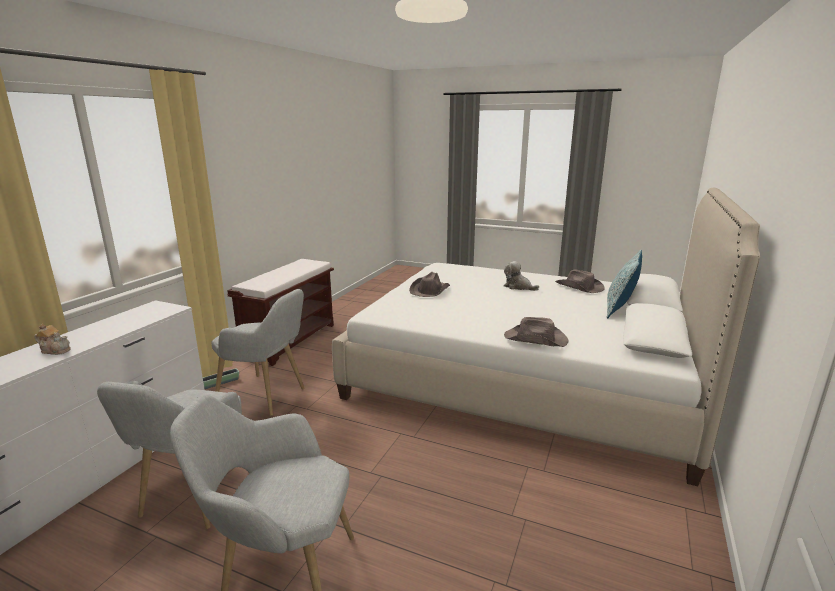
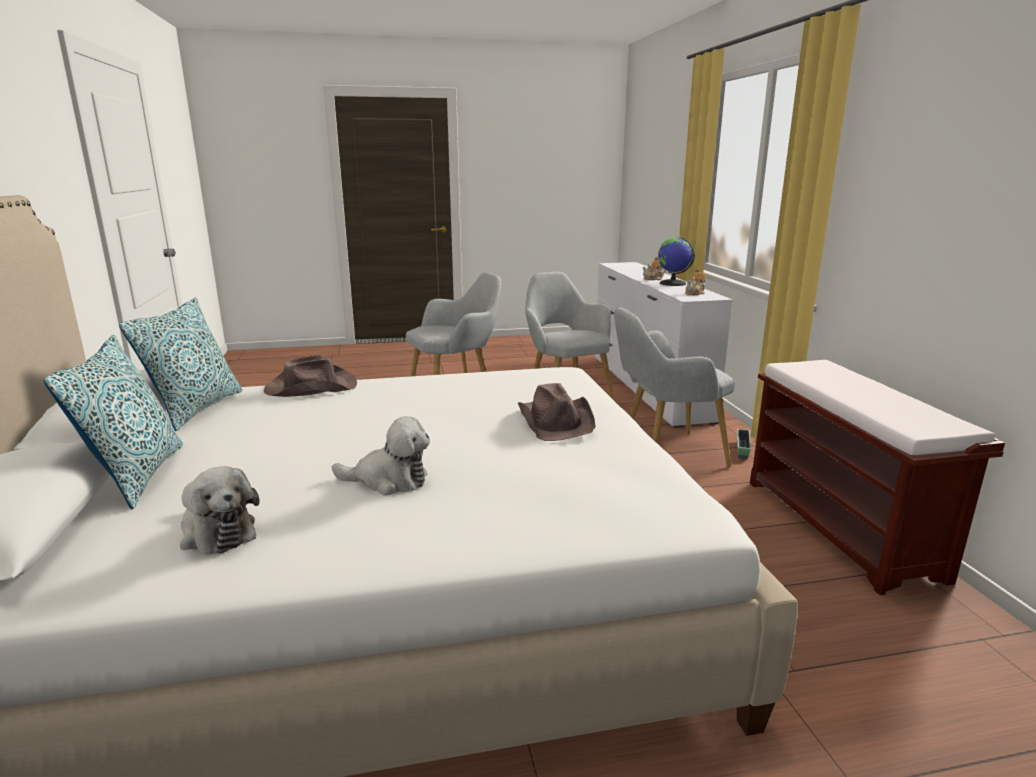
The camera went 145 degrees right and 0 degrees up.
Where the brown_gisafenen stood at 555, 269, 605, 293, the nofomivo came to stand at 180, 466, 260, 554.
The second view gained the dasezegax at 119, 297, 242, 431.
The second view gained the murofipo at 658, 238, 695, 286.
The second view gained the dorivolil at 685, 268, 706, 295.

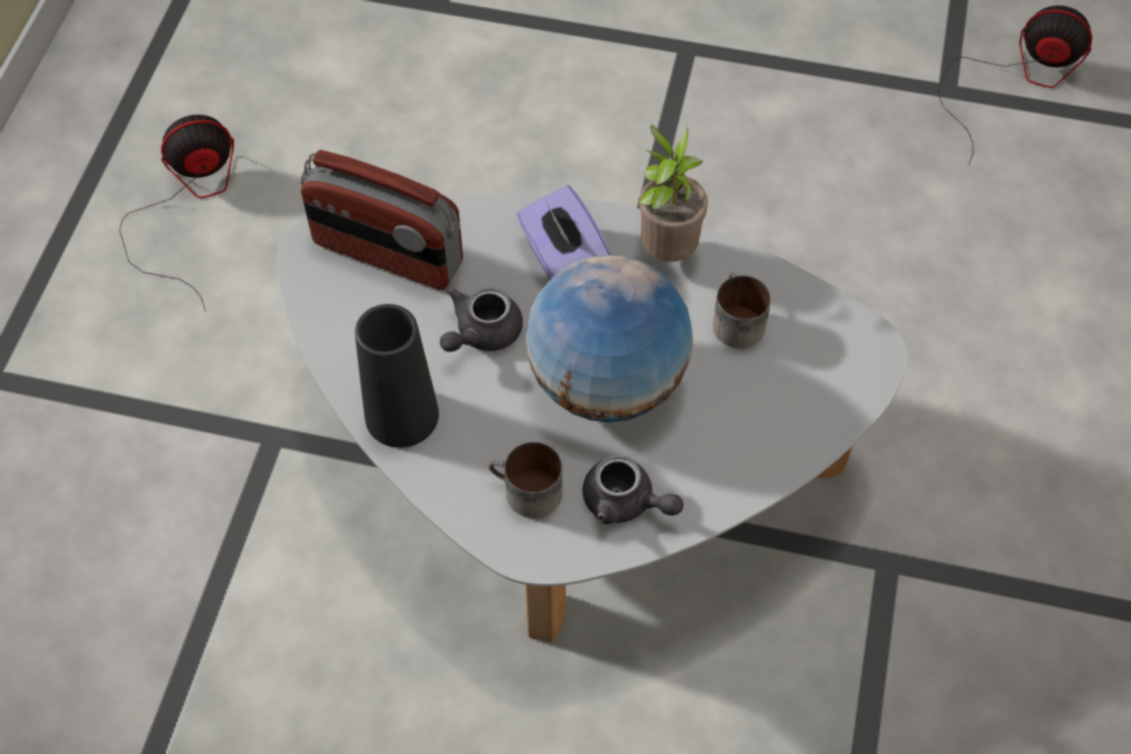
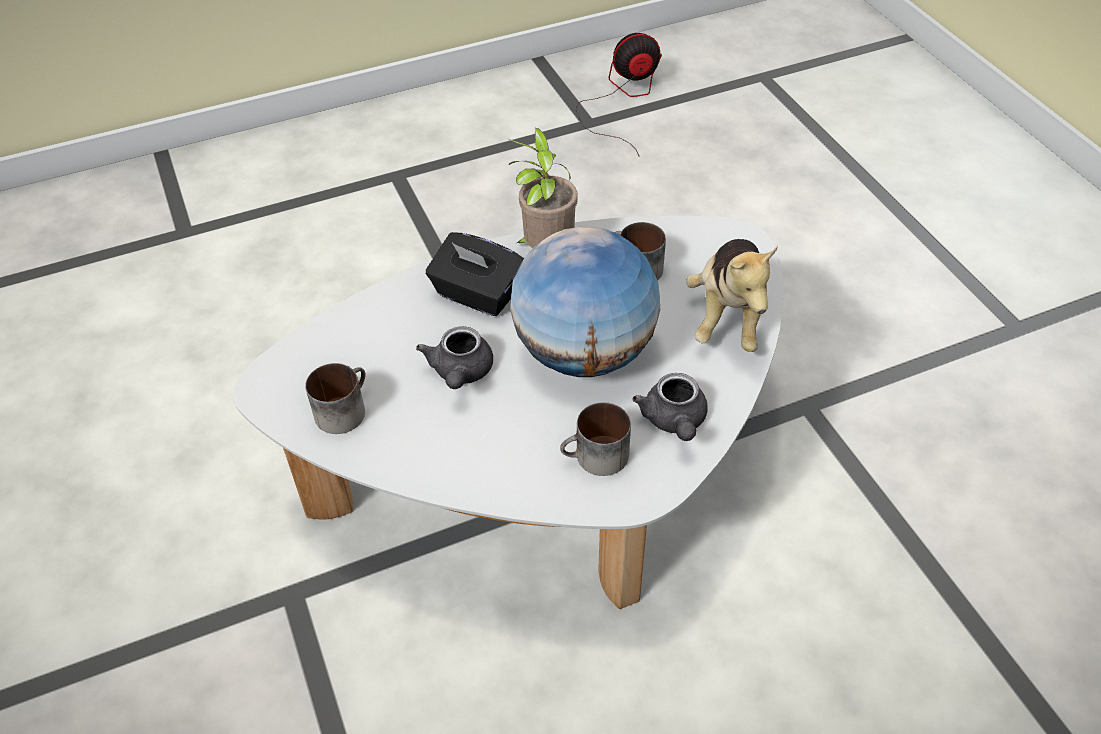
The camera went 35 degrees left and 10 degrees down.
The second view lost the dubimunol at 119, 115, 234, 312.
The second view lost the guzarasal at 301, 150, 463, 290.
The second view lost the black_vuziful at 355, 304, 439, 448.
What was the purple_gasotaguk at 517, 185, 611, 280 turned into the black_gasotaguk at 426, 232, 524, 316.
The grey_dorivolil at 583, 455, 684, 524 ended up facing another way, 90 degrees clockwise from before.
The second view gained the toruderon at 305, 363, 365, 434.
The second view gained the nofomivo at 686, 239, 778, 352.

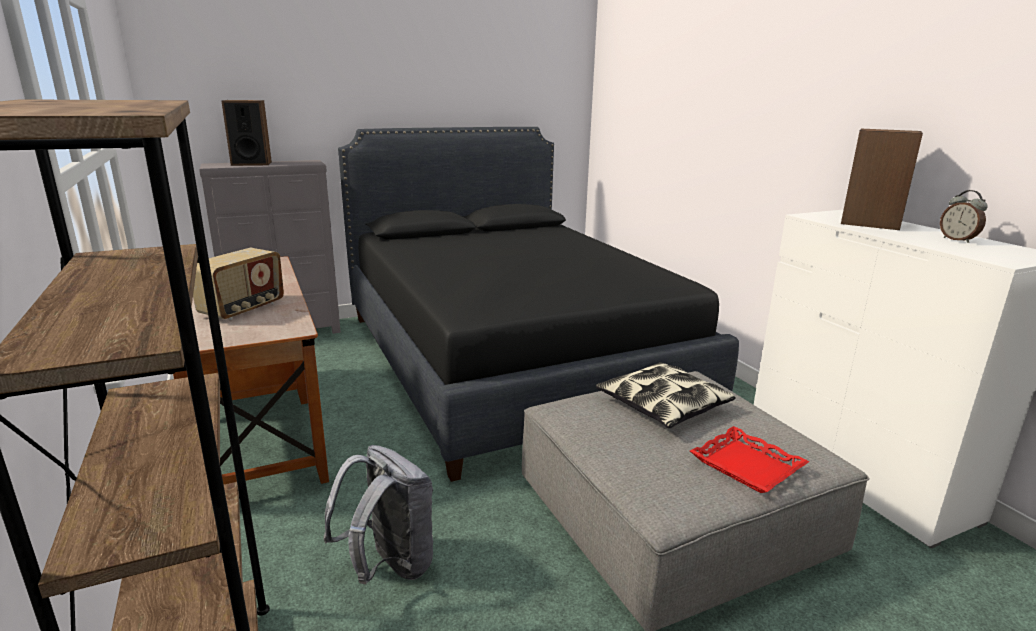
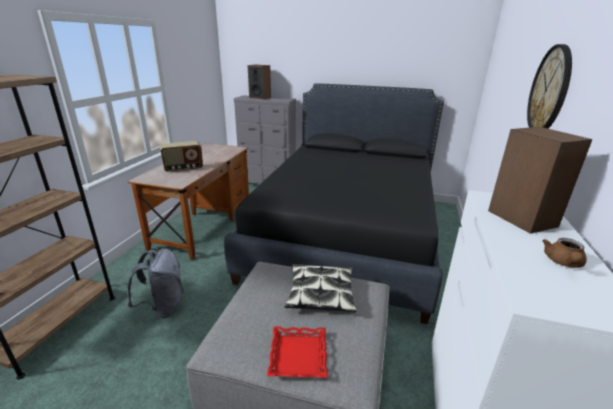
The camera went 40 degrees right and 5 degrees up.
Where the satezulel stood at 940, 190, 988, 243, the brown_dorivolil came to stand at 542, 238, 587, 268.
The second view gained the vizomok at 527, 44, 572, 129.

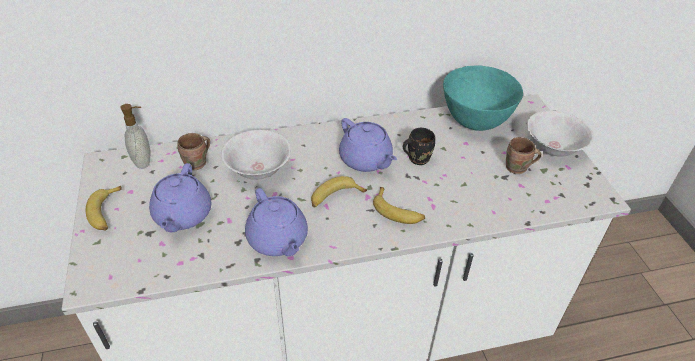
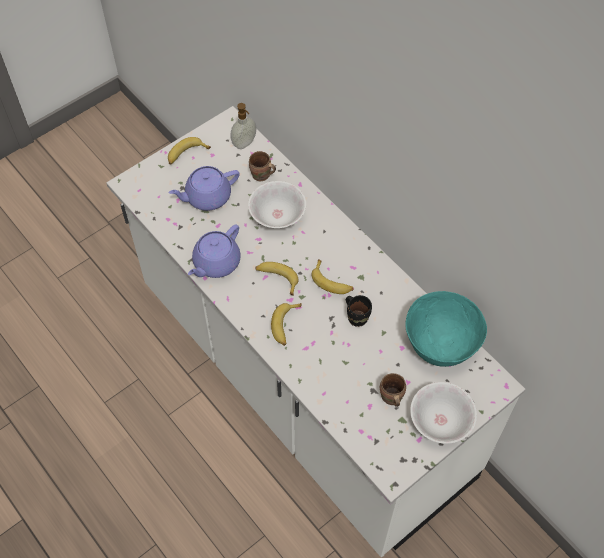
The camera went 65 degrees right and 15 degrees up.
Where the purple_dorivolil stood at 339, 118, 397, 172, the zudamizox came to stand at 311, 259, 354, 294.

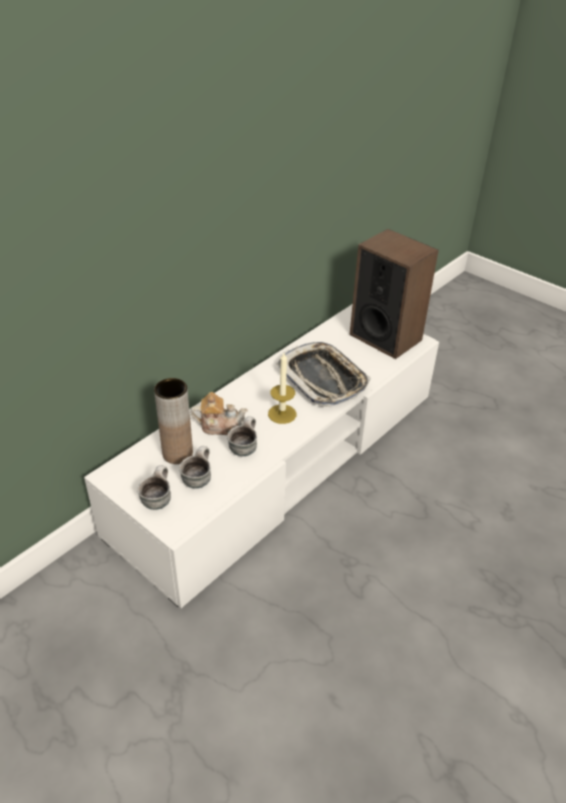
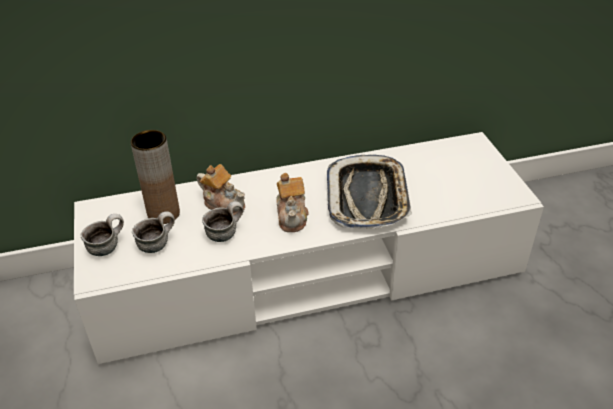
The camera went 35 degrees right and 0 degrees up.
Where the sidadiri stood at 268, 353, 296, 424, the dorivolil came to stand at 276, 173, 309, 232.
The second view lost the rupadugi at 350, 229, 439, 359.

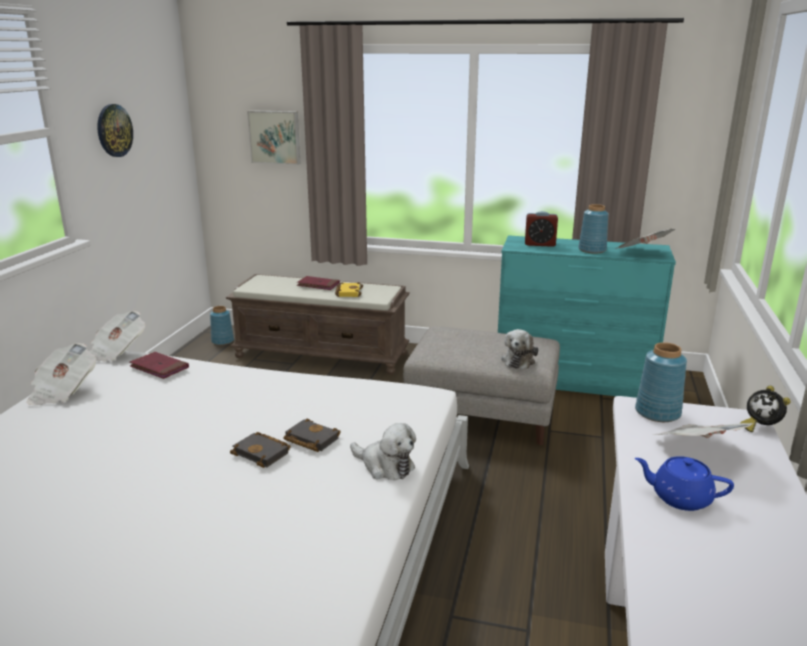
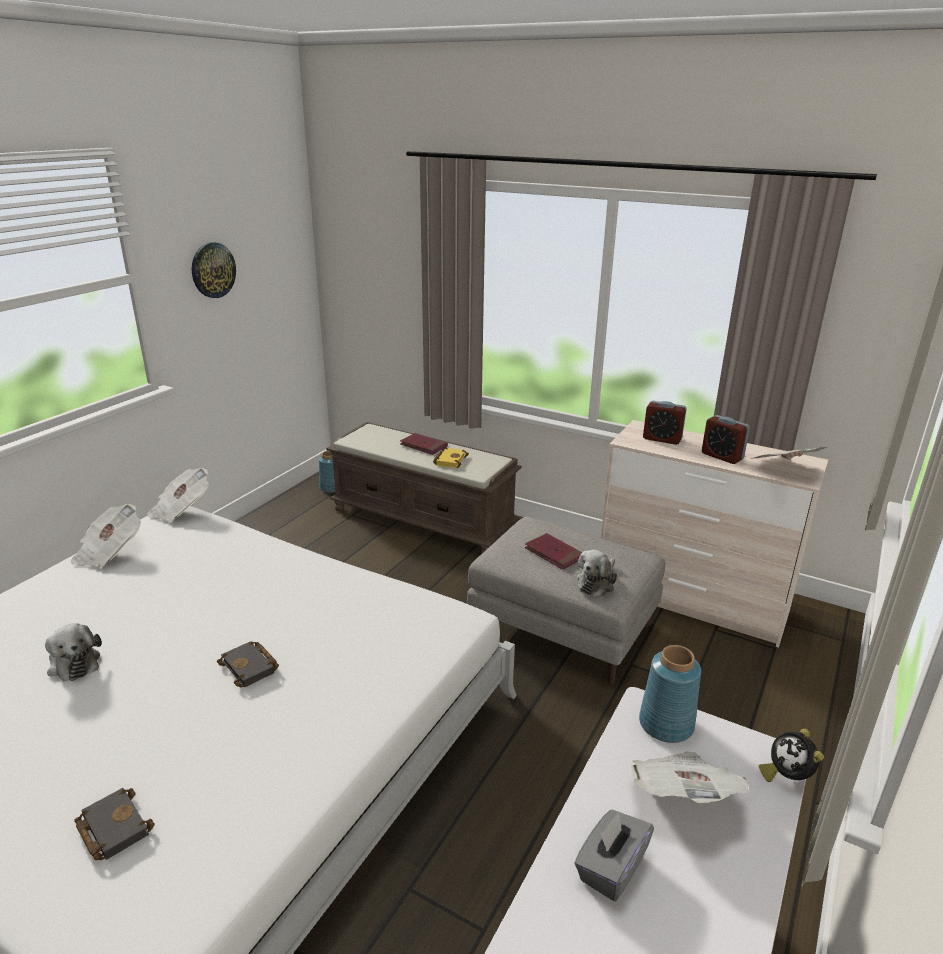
The camera went 15 degrees right and 5 degrees up.
The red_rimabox ended up elsewhere, having gone from 130, 352, 189, 379 to 525, 533, 582, 570.
The second view lost the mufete at 247, 110, 301, 165.
The black_rimabox ended up elsewhere, having gone from 283, 419, 341, 452 to 74, 788, 155, 860.
The nofomivo ended up elsewhere, having gone from 350, 423, 416, 480 to 45, 623, 102, 681.
What was the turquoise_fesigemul at 498, 235, 676, 398 turned into the beige_fesigemul at 601, 420, 828, 648.
Where the blue_vuziful stood at 578, 204, 609, 254, the satezulel came to stand at 702, 415, 750, 464.
Where the blue_dorivolil stood at 635, 456, 734, 511, the grey_gasotaguk came to stand at 574, 810, 654, 901.

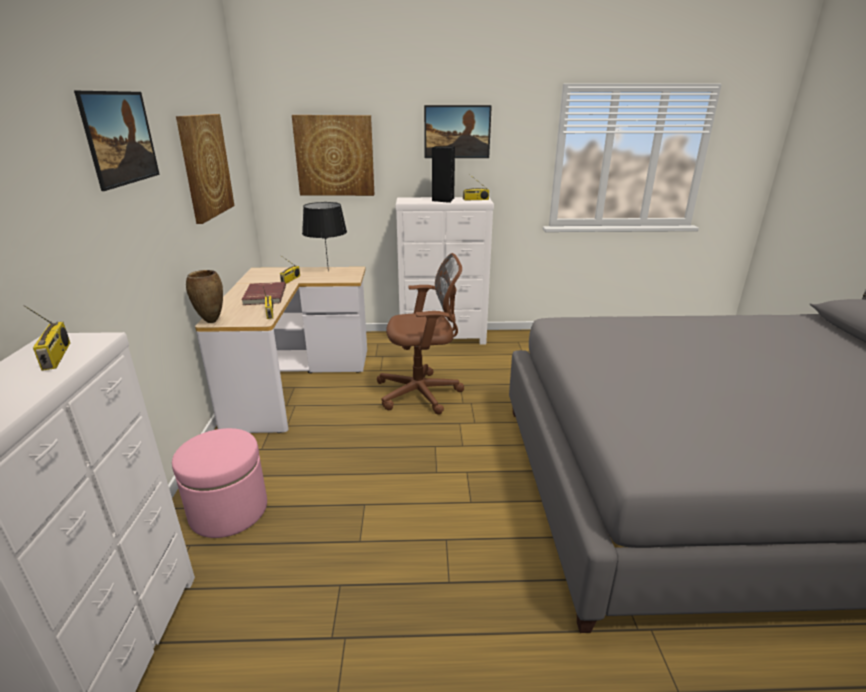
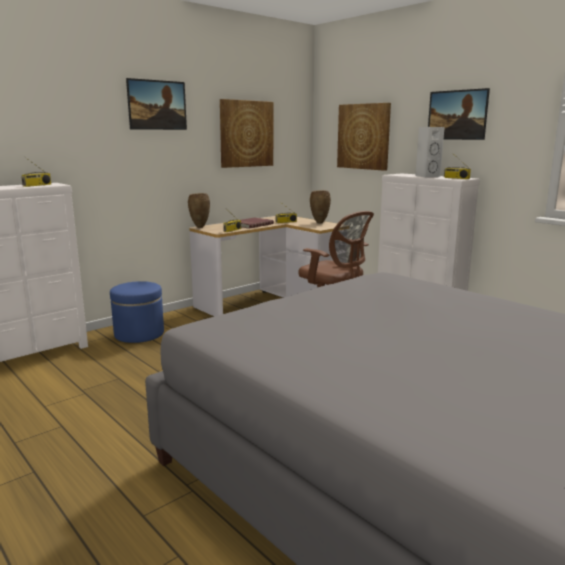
The camera went 50 degrees right and 10 degrees down.
What was the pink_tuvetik at 172, 428, 267, 538 turned into the blue_tuvetik at 110, 281, 164, 343.
Where the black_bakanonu stood at 302, 202, 347, 271, the brown_vuziful came to stand at 310, 190, 331, 223.
What was the black_rupadugi at 432, 146, 455, 203 turned into the white_rupadugi at 415, 127, 445, 178.

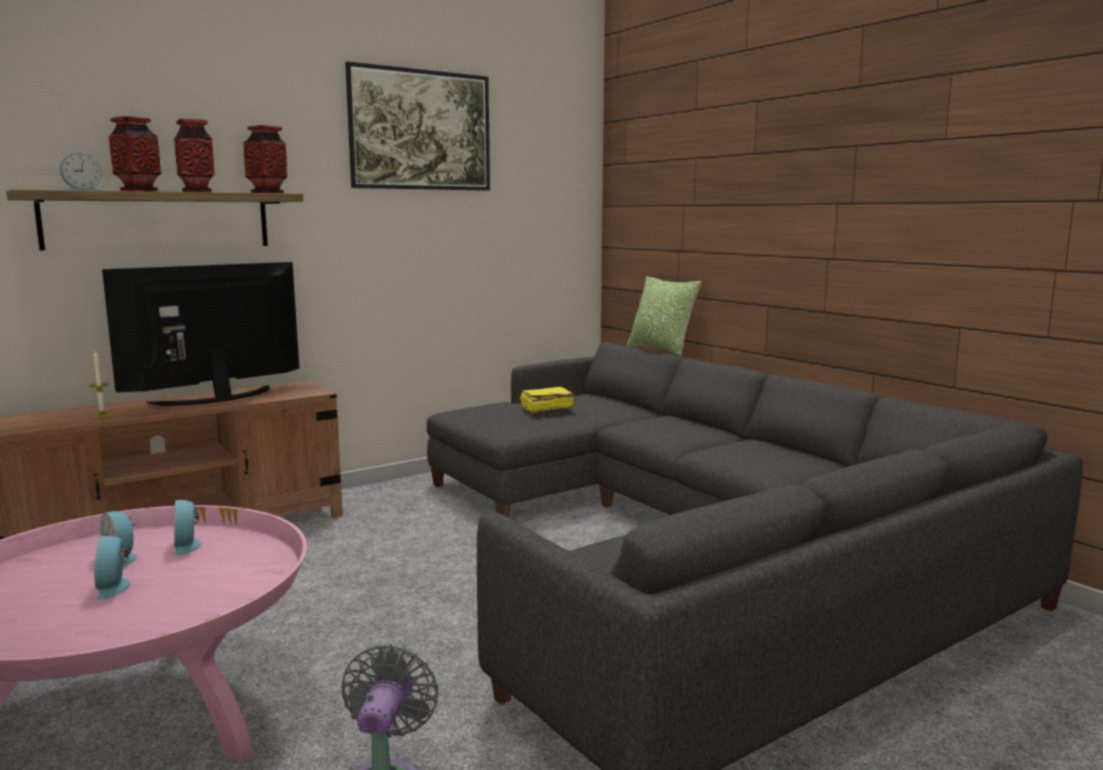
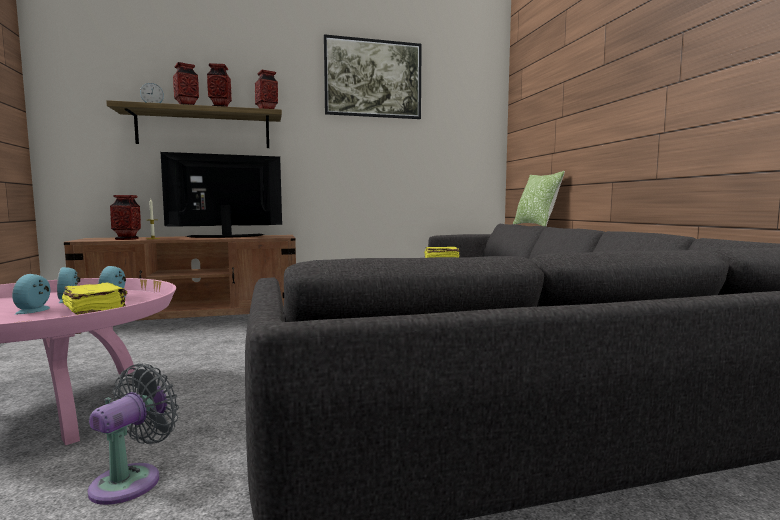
The camera went 20 degrees right and 5 degrees down.
The second view gained the yellow_rimabox at 62, 282, 127, 315.
The second view gained the vuziful at 110, 195, 141, 240.

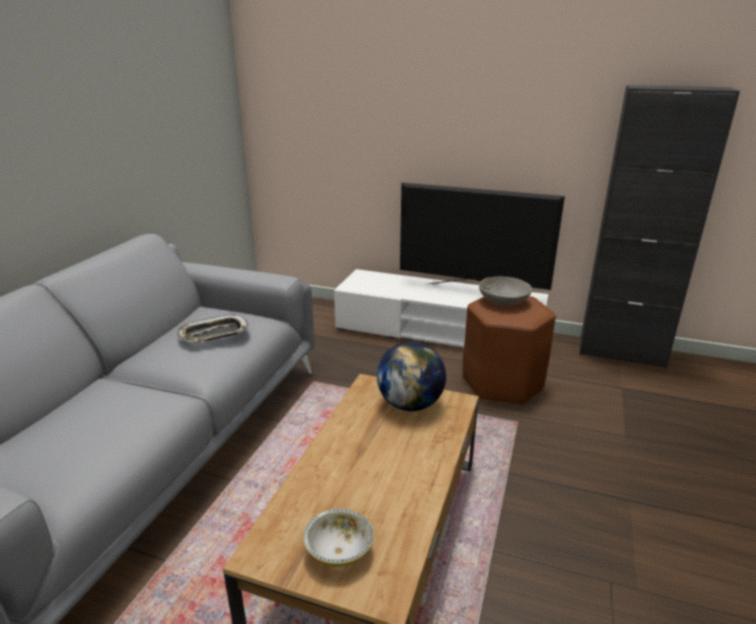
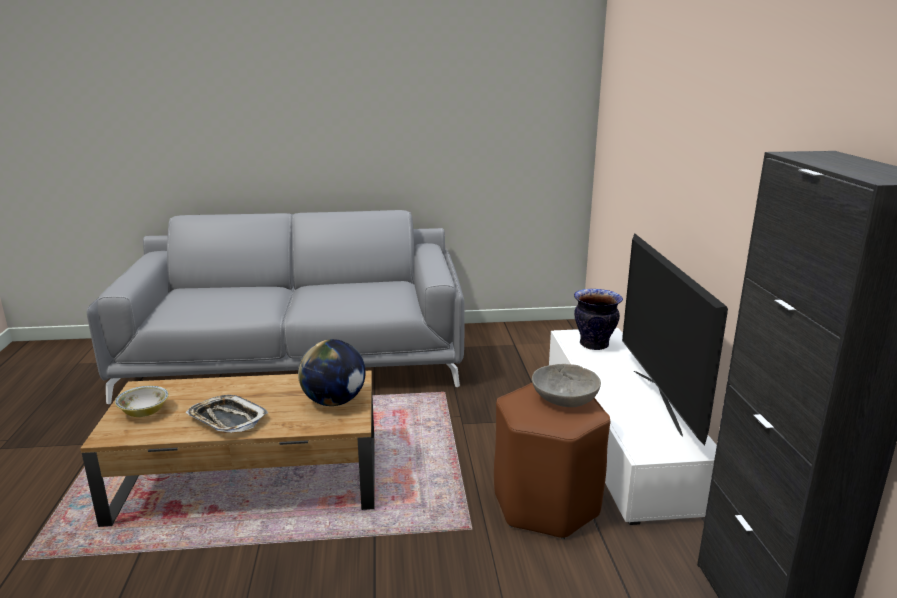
The camera went 65 degrees right and 5 degrees down.
The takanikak ended up elsewhere, having gone from 178, 314, 250, 343 to 185, 395, 268, 433.
The second view gained the vuziful at 574, 289, 623, 350.

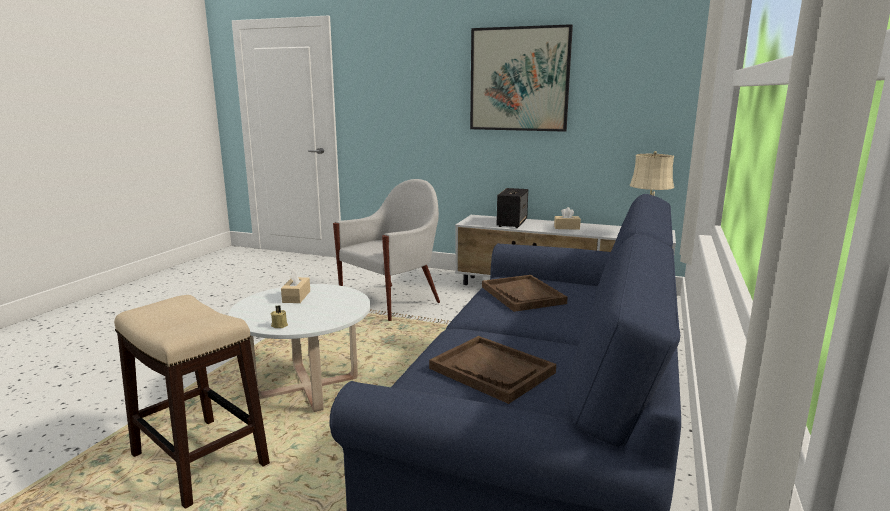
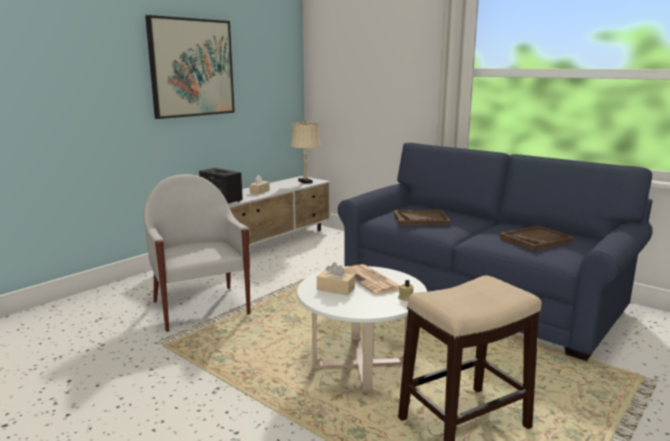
The camera went 70 degrees left and 0 degrees up.
The second view gained the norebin at 343, 264, 400, 295.

